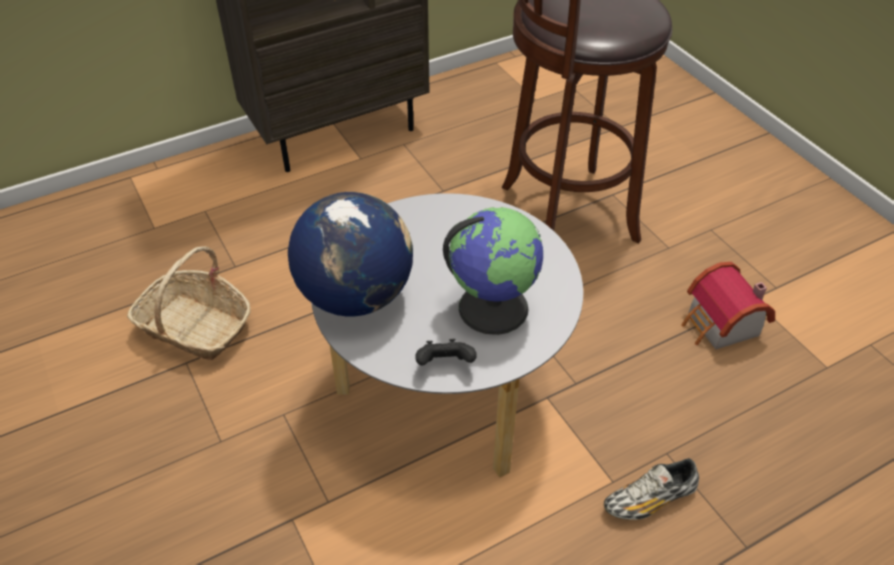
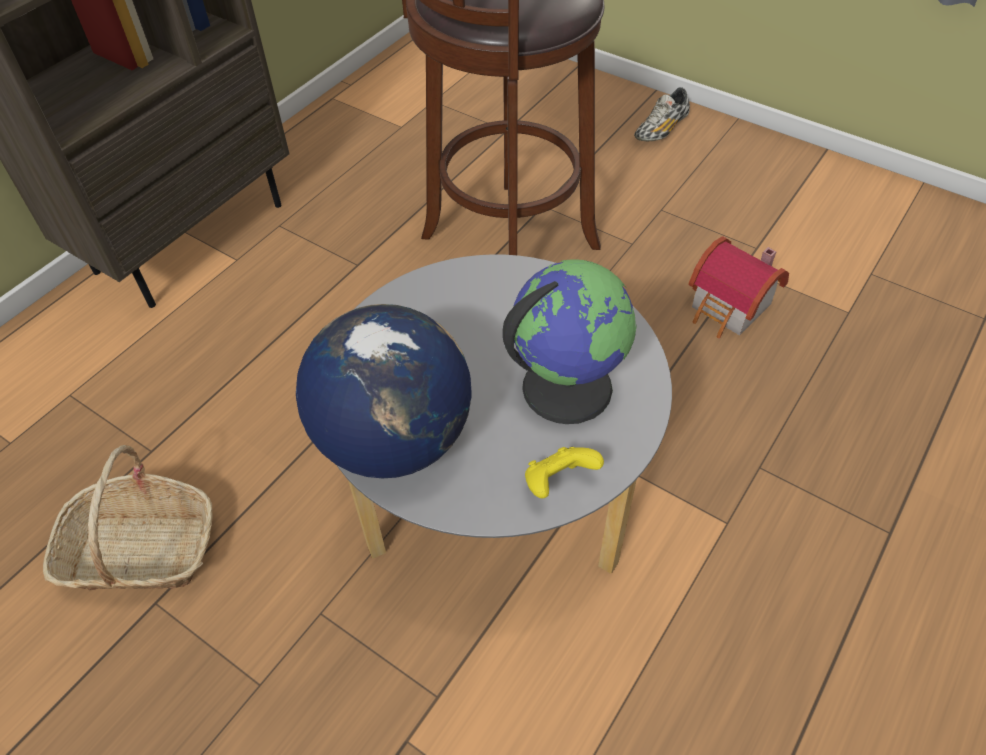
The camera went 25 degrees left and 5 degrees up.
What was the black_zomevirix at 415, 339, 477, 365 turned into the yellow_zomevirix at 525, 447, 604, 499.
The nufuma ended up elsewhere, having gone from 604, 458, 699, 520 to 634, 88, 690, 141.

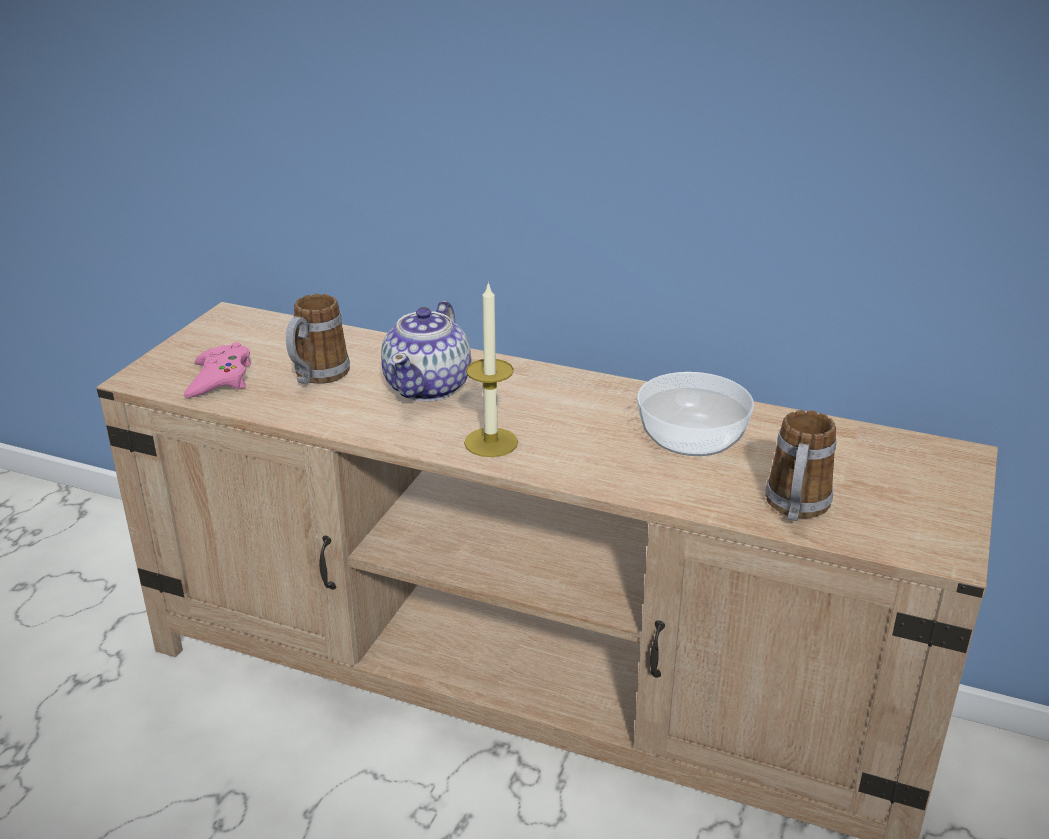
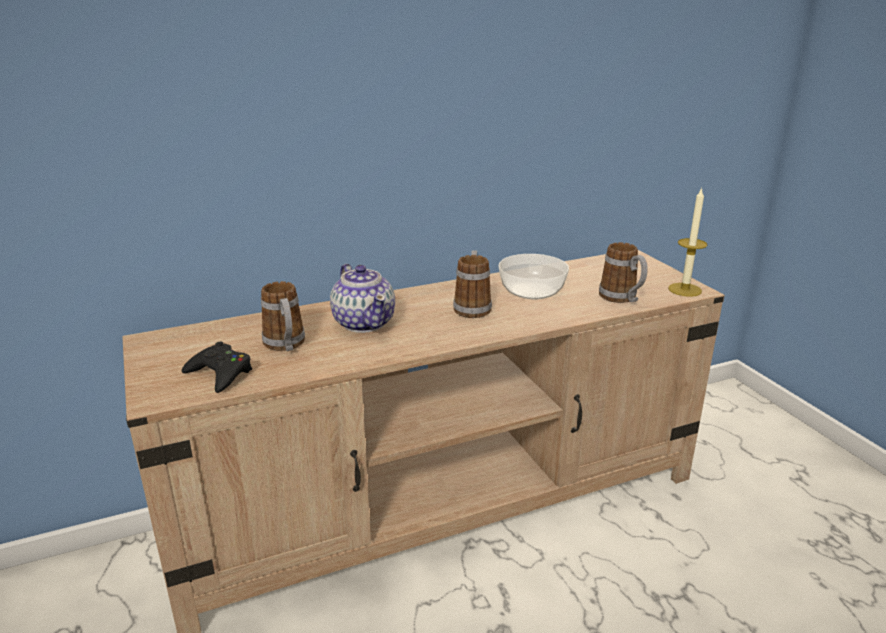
The camera went 45 degrees left and 5 degrees down.
What was the pink_zomevirix at 184, 342, 251, 398 turned into the black_zomevirix at 182, 342, 252, 393.
The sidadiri ended up elsewhere, having gone from 464, 281, 518, 457 to 668, 188, 708, 297.
The second view gained the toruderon at 453, 250, 492, 318.

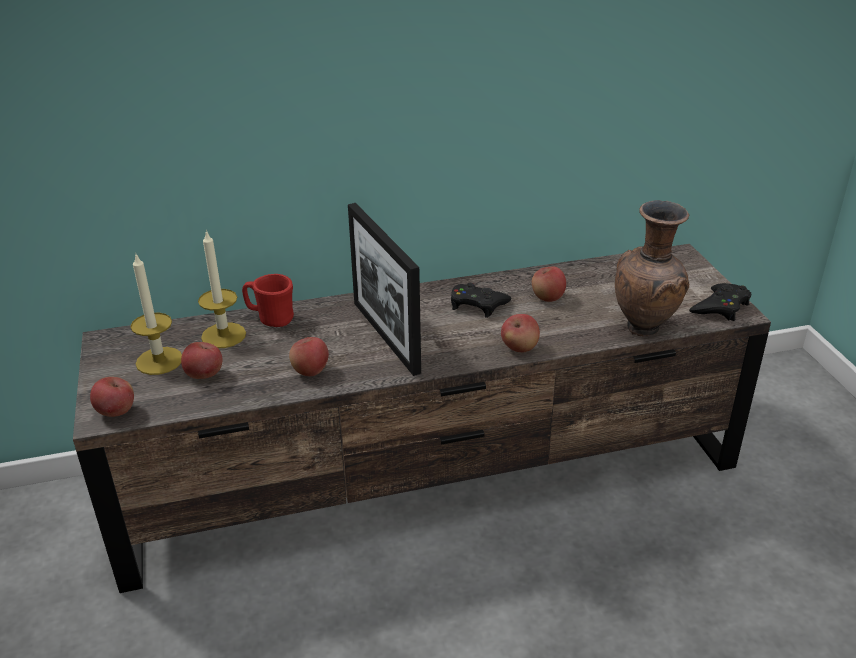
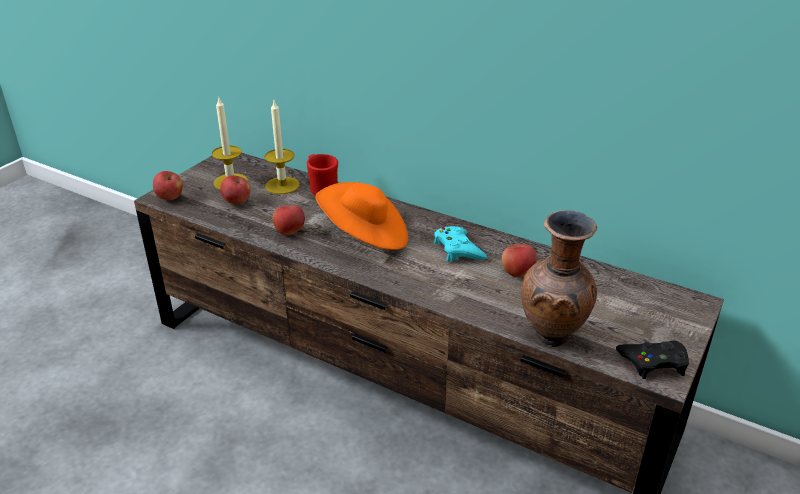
The camera went 45 degrees right and 0 degrees up.
Where the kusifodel stood at 348, 203, 421, 376, the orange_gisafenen came to stand at 315, 182, 408, 250.
What was the black_zomevirix at 451, 283, 512, 318 turned into the turquoise_zomevirix at 434, 226, 487, 261.
The second view lost the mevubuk at 501, 314, 540, 352.

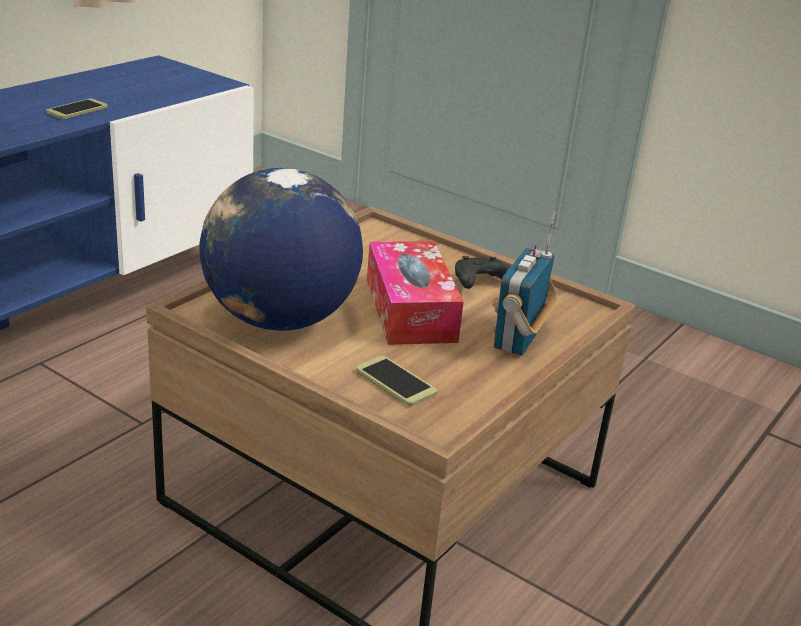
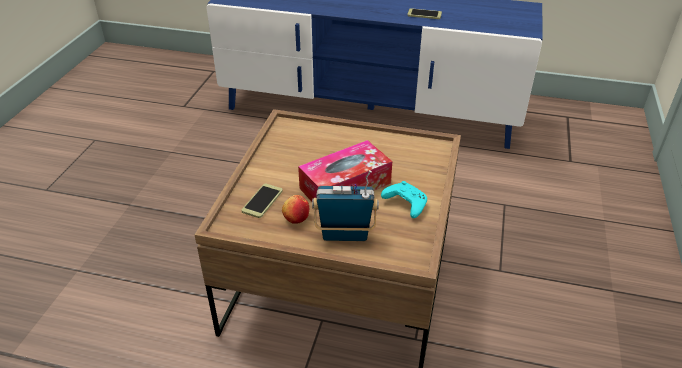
The camera went 70 degrees right and 10 degrees up.
The second view lost the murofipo at 199, 168, 363, 331.
What was the black_zomevirix at 455, 256, 511, 289 turned into the turquoise_zomevirix at 381, 181, 427, 218.
The second view gained the mevubuk at 282, 195, 309, 224.

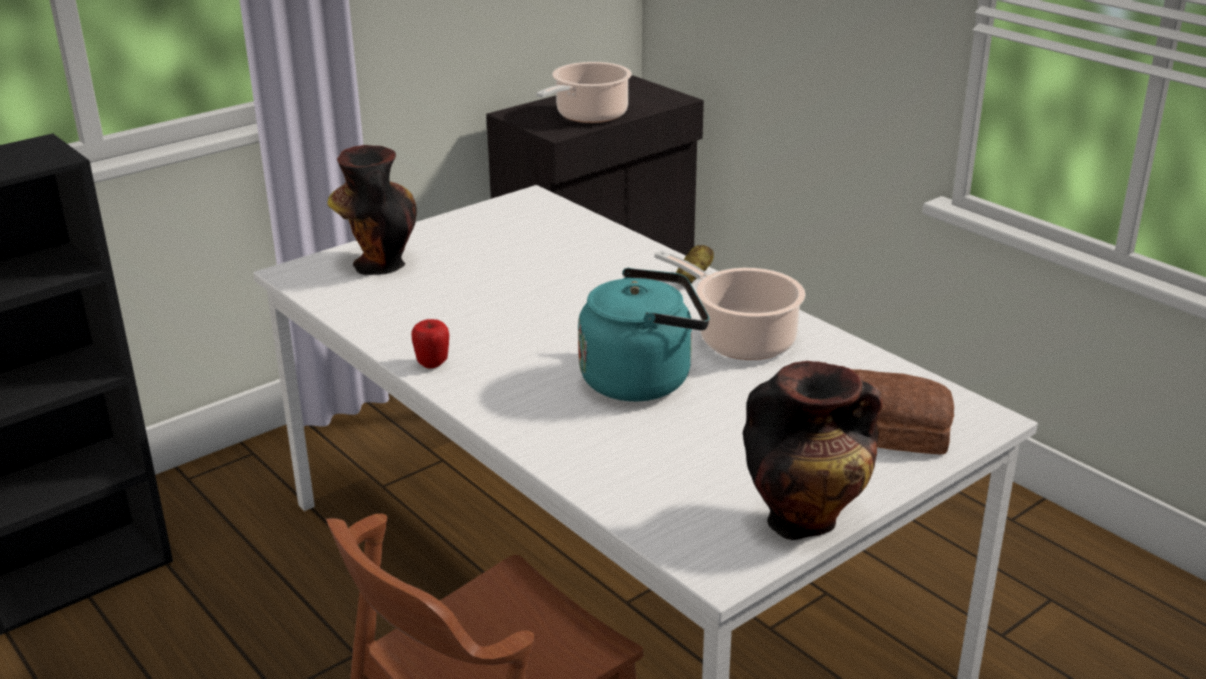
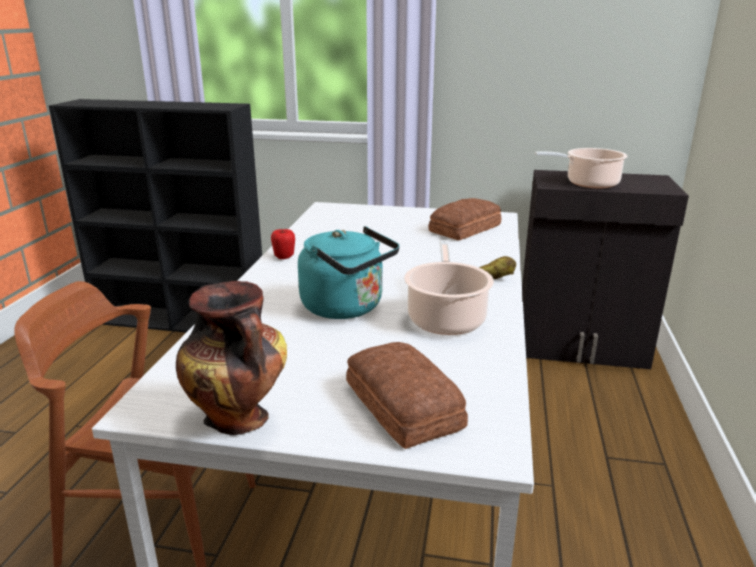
The camera went 50 degrees right and 5 degrees down.
The second view lost the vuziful at 327, 145, 417, 275.
The second view gained the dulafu at 428, 198, 501, 240.

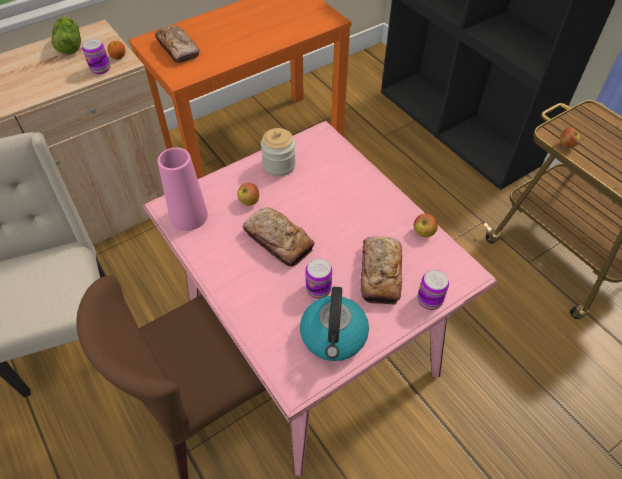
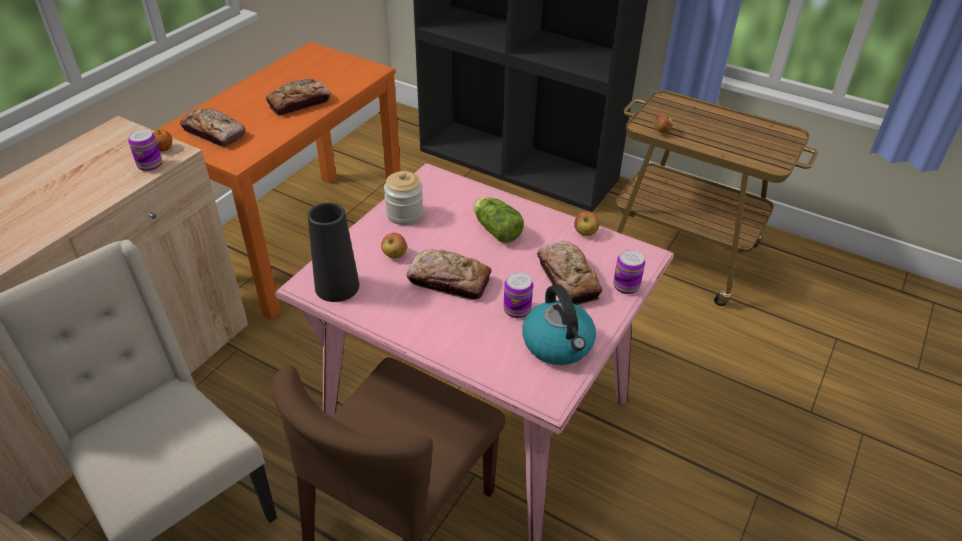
The camera went 25 degrees left and 10 degrees down.
The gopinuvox ended up elsewhere, having gone from 51, 17, 81, 55 to 473, 197, 524, 243.
What was the pink_vuziful at 158, 148, 208, 231 turned into the black_vuziful at 308, 203, 359, 302.
The second view gained the dulafu at 266, 79, 330, 116.

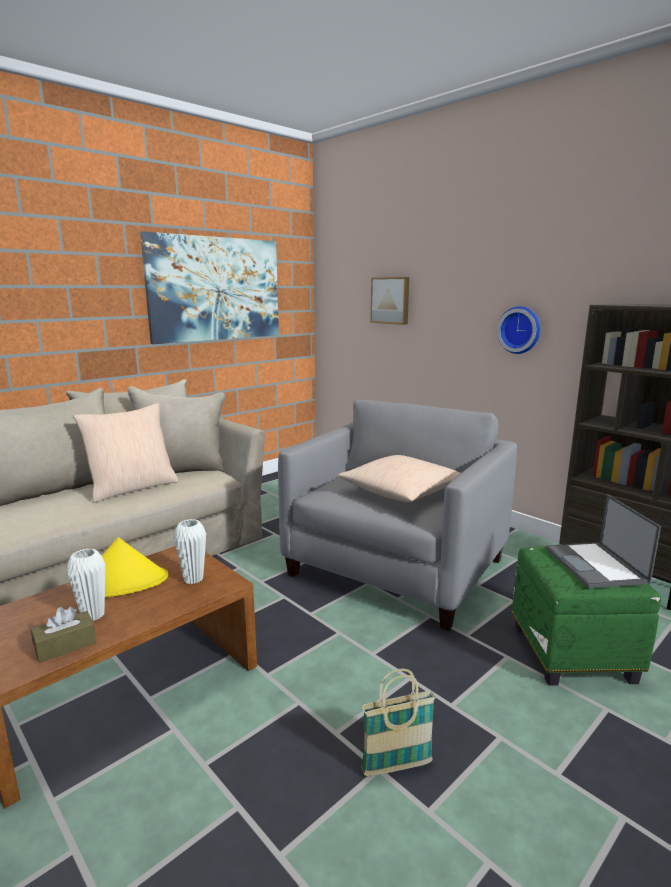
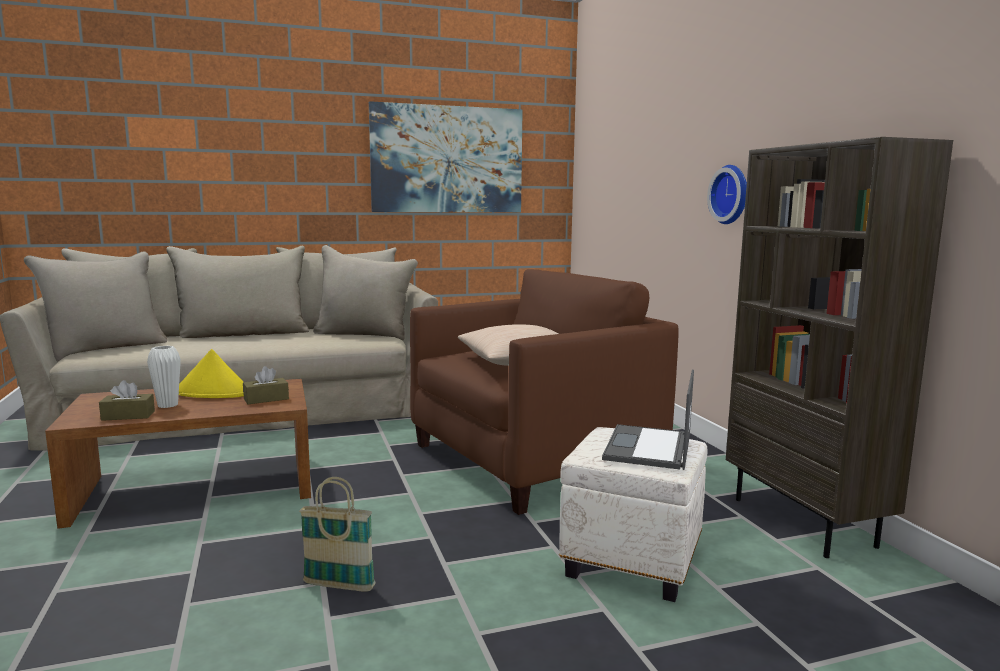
The camera went 25 degrees right and 5 degrees down.
The second view lost the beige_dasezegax at 73, 403, 179, 503.
Where the white_vuziful stood at 174, 519, 206, 584, the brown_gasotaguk came to stand at 243, 366, 289, 404.
What was the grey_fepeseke at 278, 399, 517, 631 turned into the brown_fepeseke at 410, 269, 679, 515.
The second view lost the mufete at 370, 277, 409, 325.
What was the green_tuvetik at 512, 546, 661, 686 turned into the white_tuvetik at 559, 427, 708, 602.

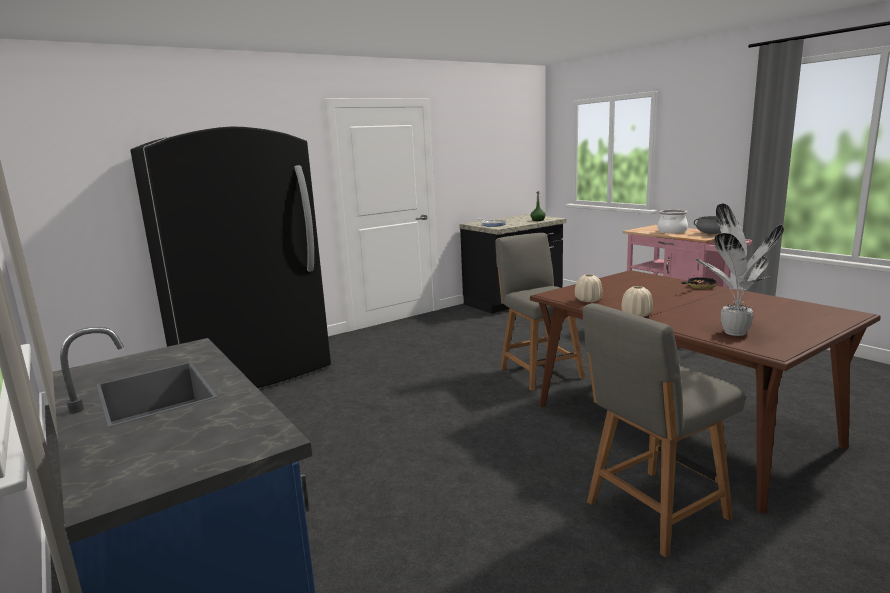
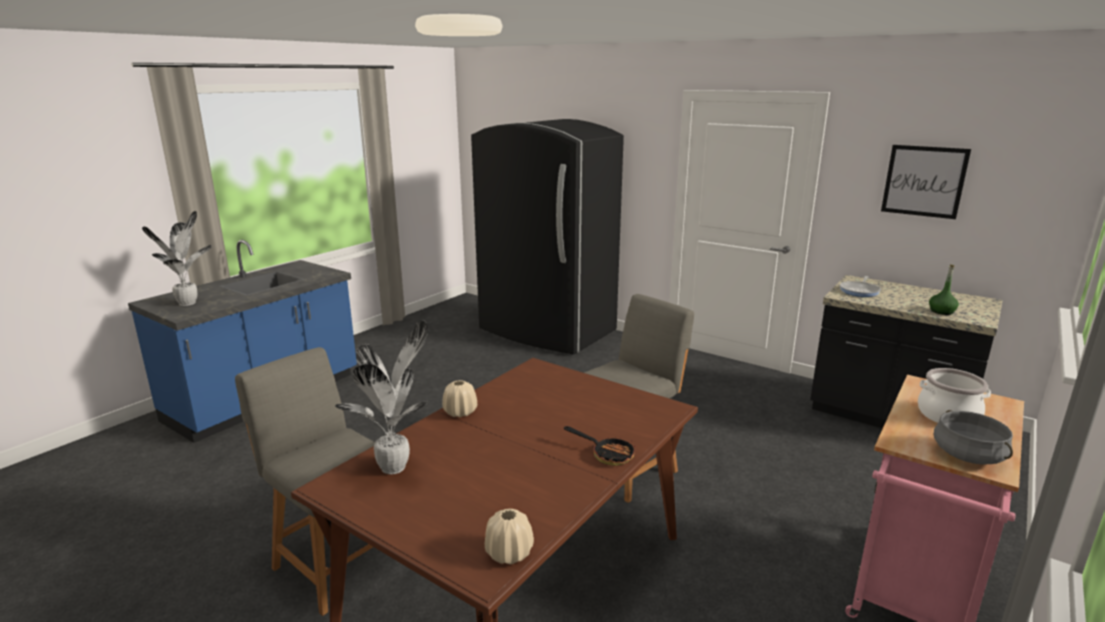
The camera went 70 degrees right and 5 degrees up.
The beige_vuziful ended up elsewhere, having gone from 575, 274, 603, 302 to 485, 509, 534, 564.
The second view gained the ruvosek at 142, 211, 212, 306.
The second view gained the mufete at 881, 145, 971, 219.

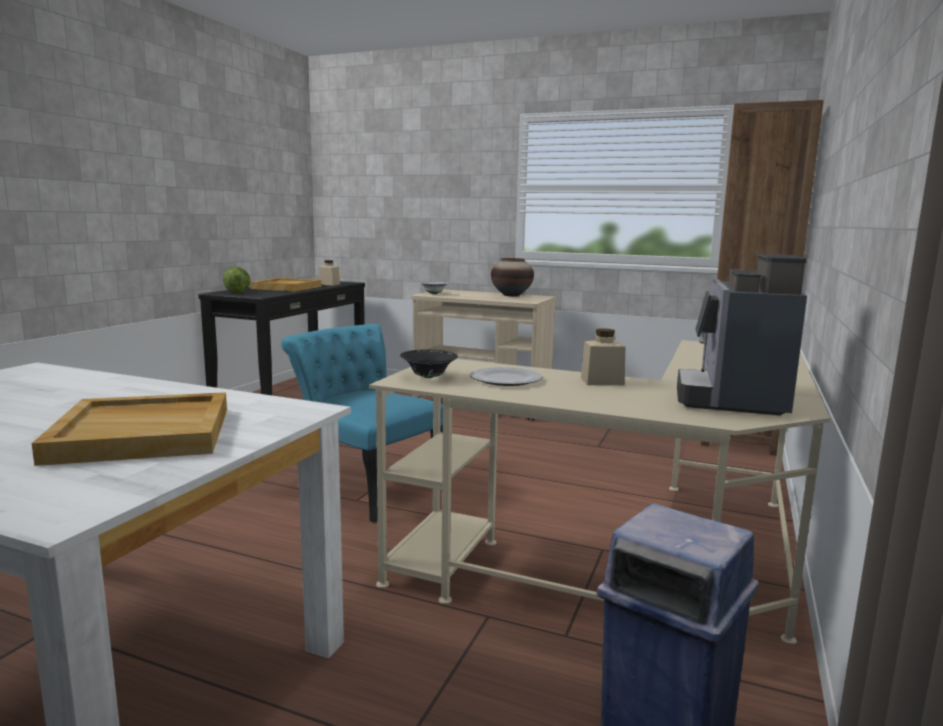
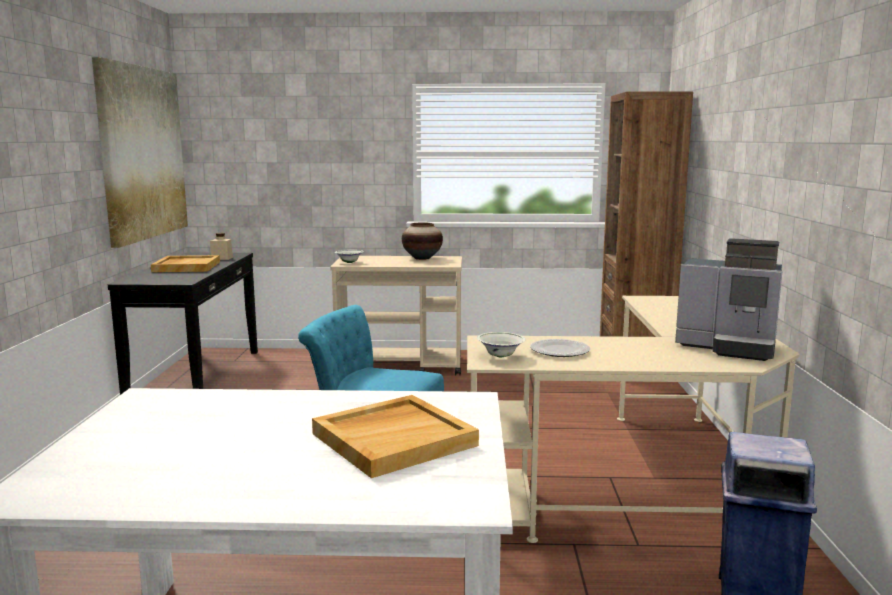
The camera went 20 degrees left and 0 degrees up.
The second view lost the gopinuvox at 223, 266, 250, 293.
What was the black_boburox at 400, 349, 458, 378 turned into the white_boburox at 477, 332, 526, 357.
The second view lost the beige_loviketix at 581, 328, 625, 385.
The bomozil at 677, 254, 807, 416 ended up facing another way, 60 degrees counterclockwise from before.
The second view gained the mufete at 92, 57, 188, 248.

